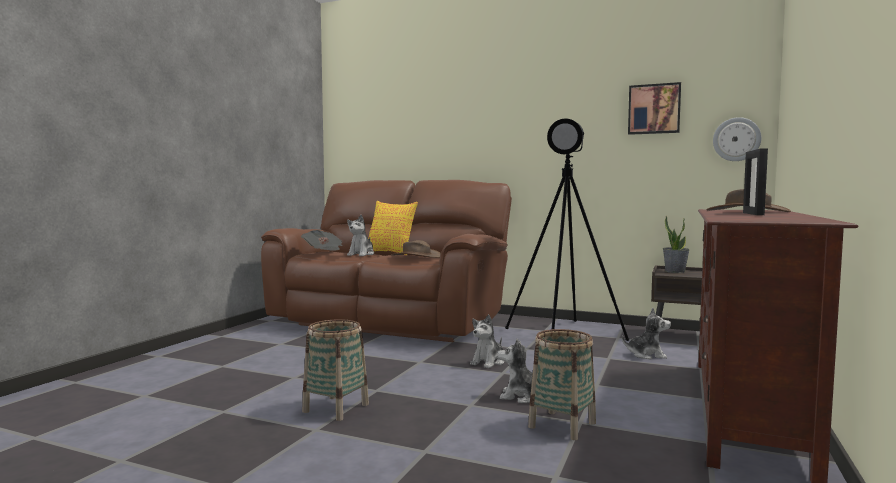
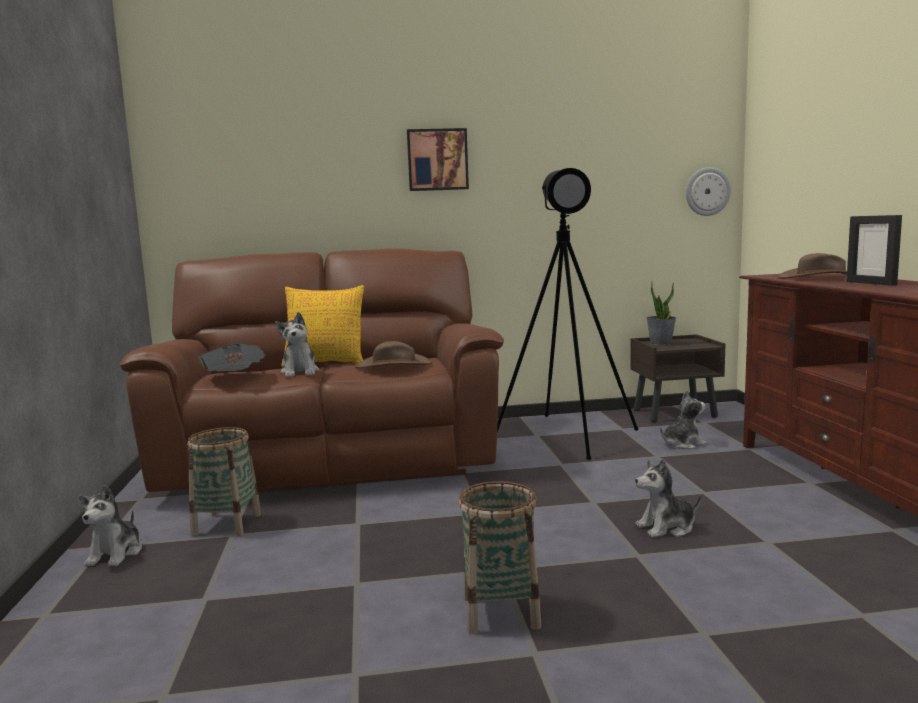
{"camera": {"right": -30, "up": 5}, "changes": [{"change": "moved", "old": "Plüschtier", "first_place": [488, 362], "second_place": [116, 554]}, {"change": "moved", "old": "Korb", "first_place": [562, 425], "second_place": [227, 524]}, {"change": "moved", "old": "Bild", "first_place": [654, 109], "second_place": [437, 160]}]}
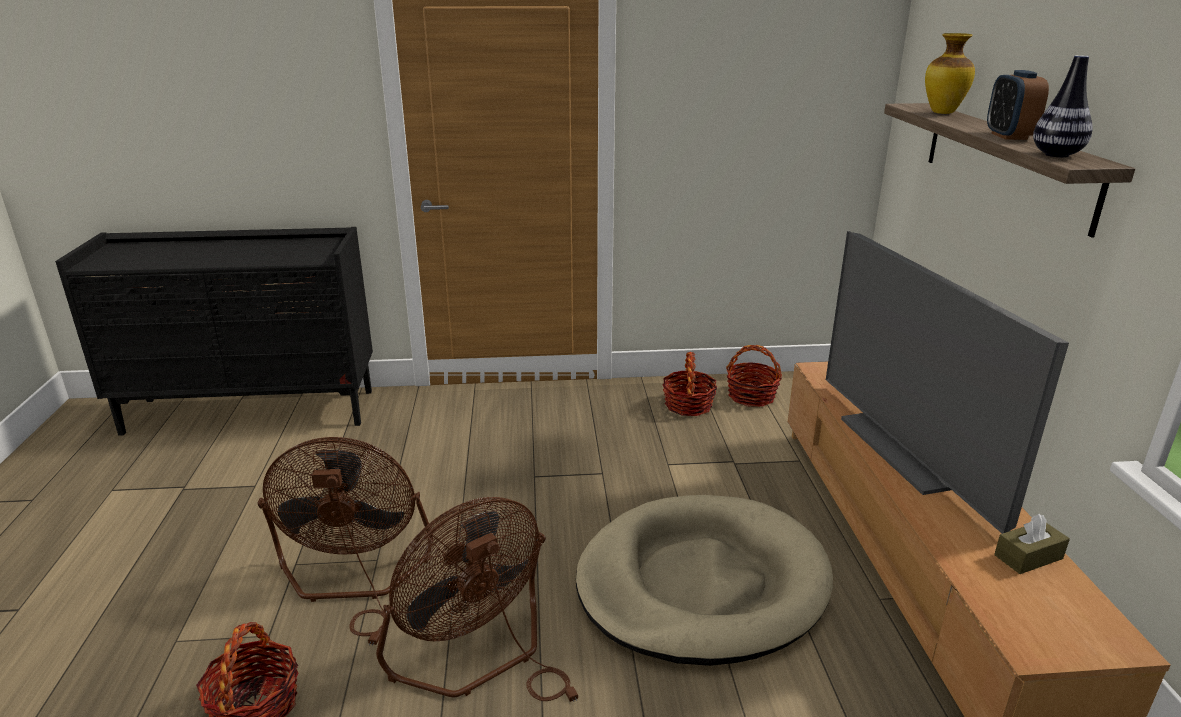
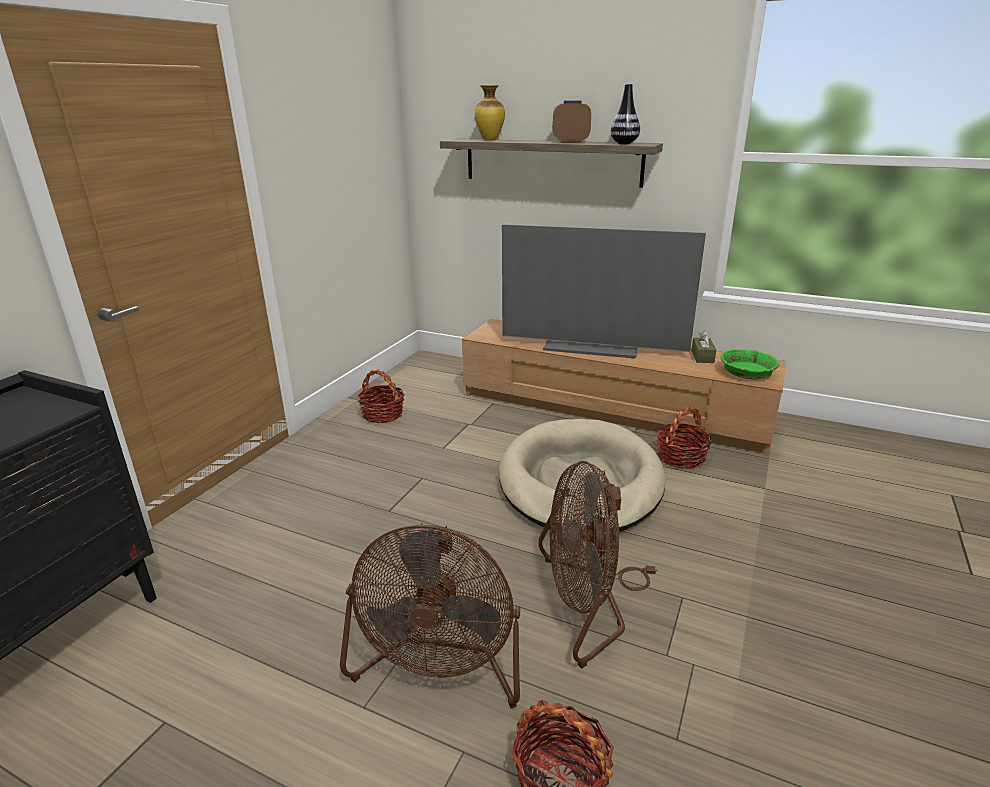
{"camera": {"right": -60, "up": 0}, "changes": [{"change": "turned", "old": "Ventilator/braun", "first_place": [355, 583], "second_place": [435, 663], "degrees": -105}, {"change": "moved", "old": "Korb", "first_place": [751, 396], "second_place": [681, 457]}, {"change": "turned", "old": "Wecker", "first_place": [1009, 136], "second_place": [570, 142], "degrees": 150}, {"change": "added", "new": "Schüssel/grün", "second_place": [747, 373]}]}
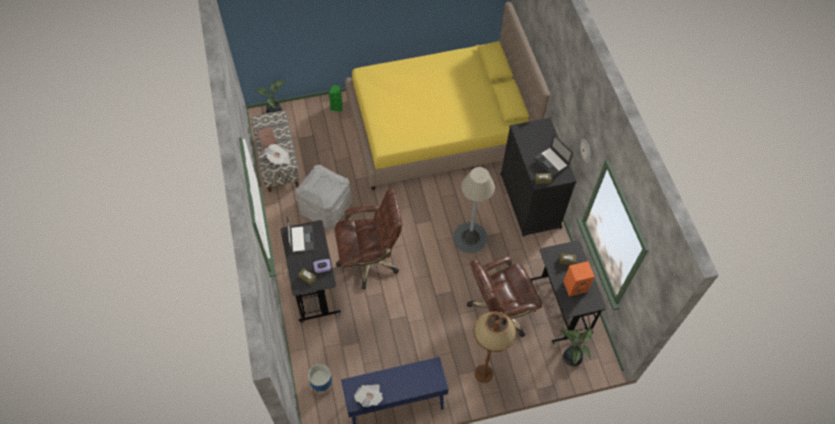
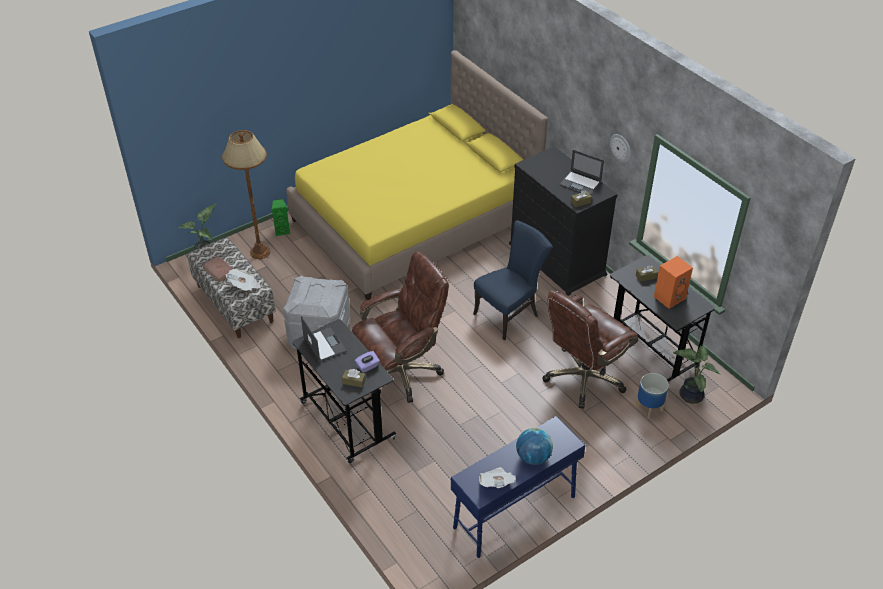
{"camera": {"right": -20, "up": -15}, "changes": [{"change": "moved", "old": "Pflanzkübel", "first_place": [322, 385], "second_place": [649, 408]}, {"change": "replaced", "old": "Stehlampe/grau", "new": "Stuhl/blau", "first_place": [470, 237], "second_place": [509, 314]}, {"change": "moved", "old": "Stehlampe/braun", "first_place": [483, 373], "second_place": [260, 252]}, {"change": "added", "new": "Globus", "second_place": [533, 457]}]}
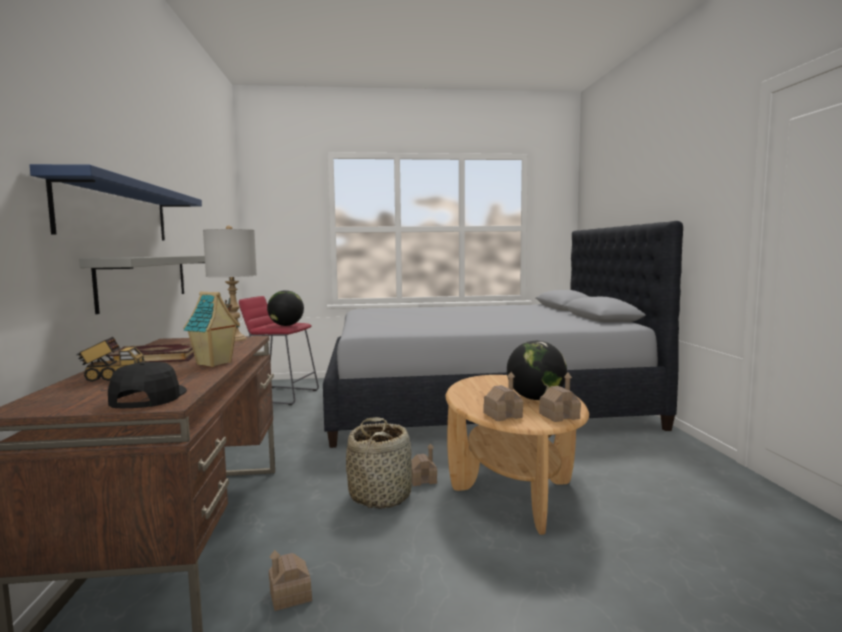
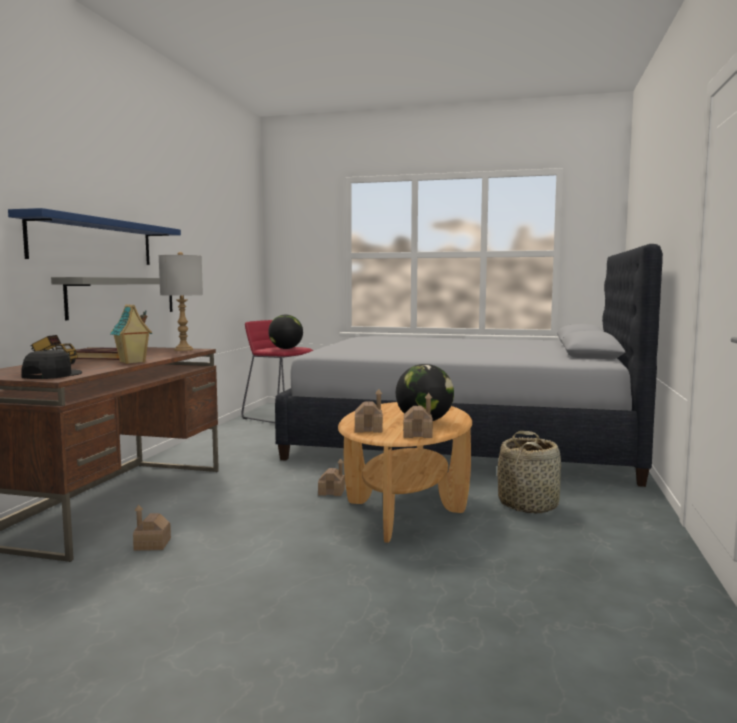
{"camera": {"right": 20, "up": 0}, "changes": [{"change": "moved", "old": "Korb", "first_place": [380, 495], "second_place": [528, 504]}]}
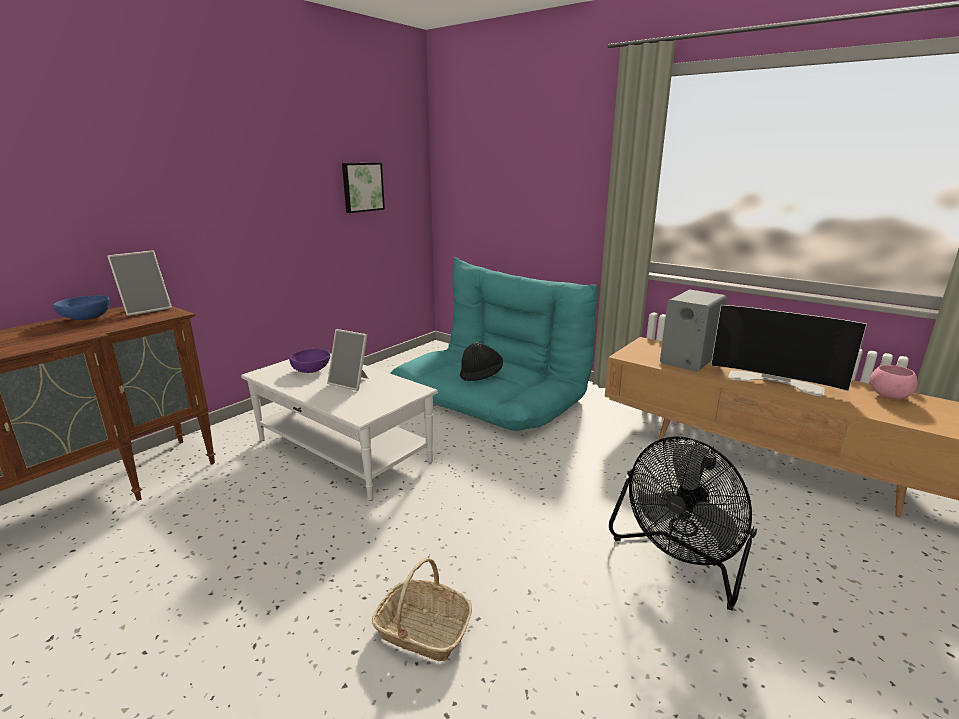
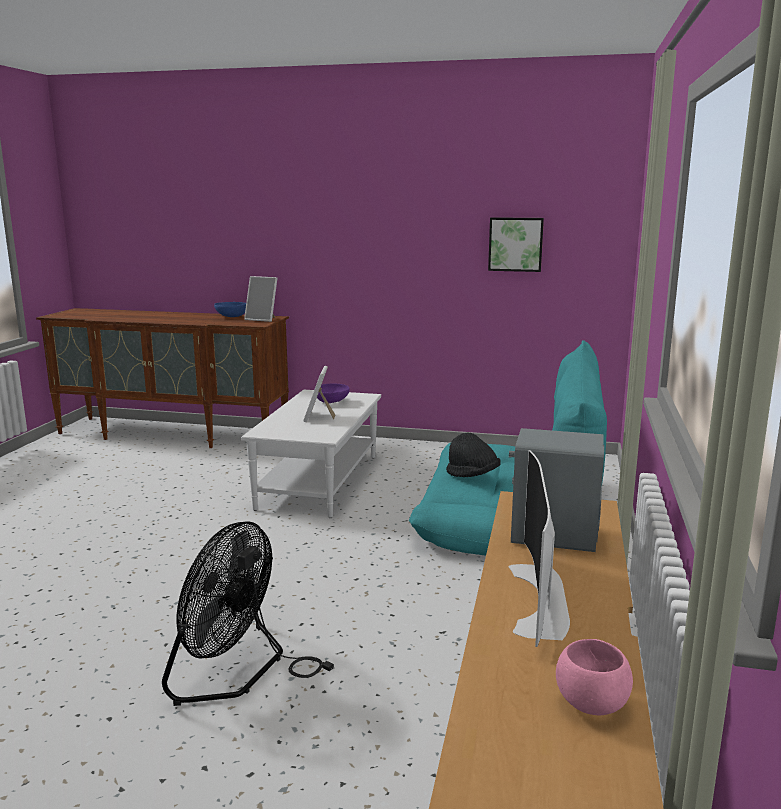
{"camera": {"right": 65, "up": -5}, "changes": [{"change": "removed", "old": "Korb", "first_place": [422, 631]}]}
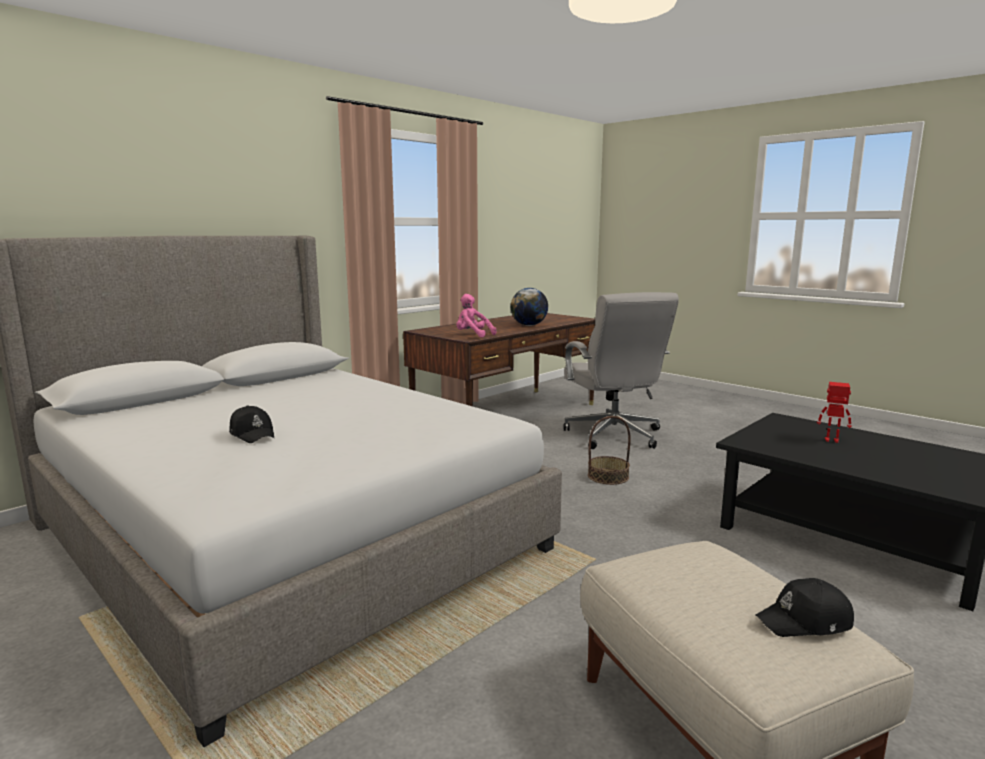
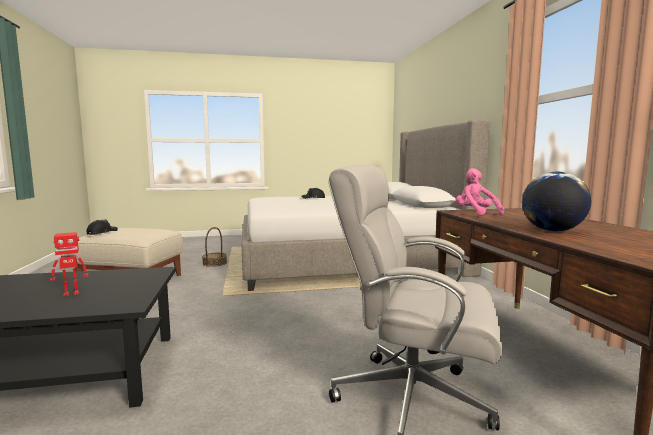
{"camera": {"right": 125, "up": -5}, "changes": [{"change": "turned", "old": "Plüschtier/rosa", "first_place": [472, 335], "second_place": [475, 213], "degrees": -90}, {"change": "moved", "old": "Korb", "first_place": [608, 476], "second_place": [214, 263]}]}
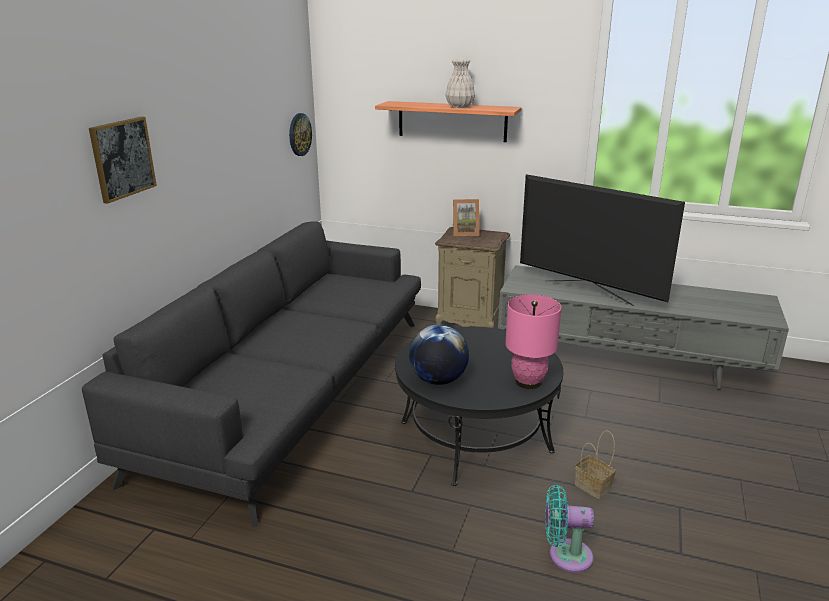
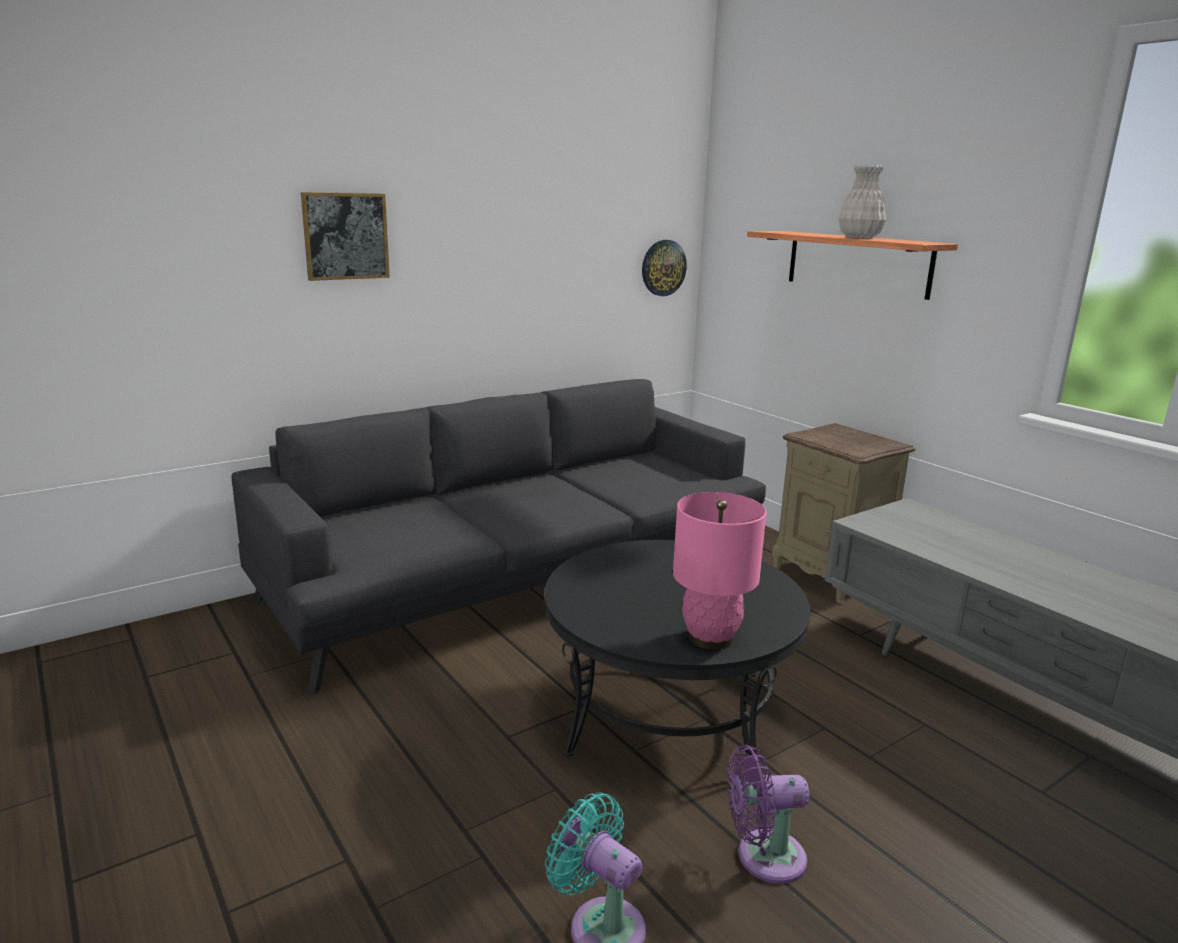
{"camera": {"right": 35, "up": -5}, "changes": [{"change": "removed", "old": "Globus", "first_place": [438, 380]}, {"change": "removed", "old": "Bilderrahmen", "first_place": [465, 233]}, {"change": "removed", "old": "Fernseher", "first_place": [588, 292]}, {"change": "replaced", "old": "Korb", "new": "Ventilator/lila", "first_place": [594, 486], "second_place": [763, 857]}]}
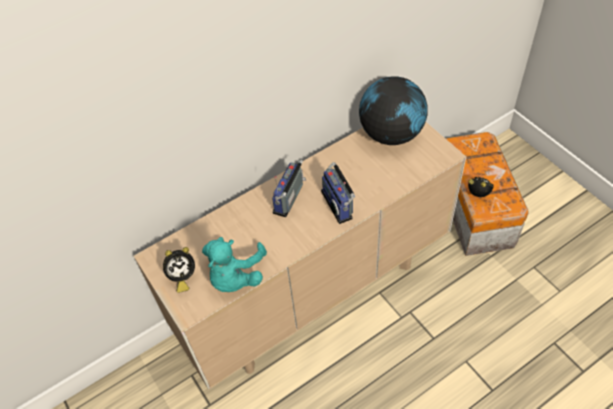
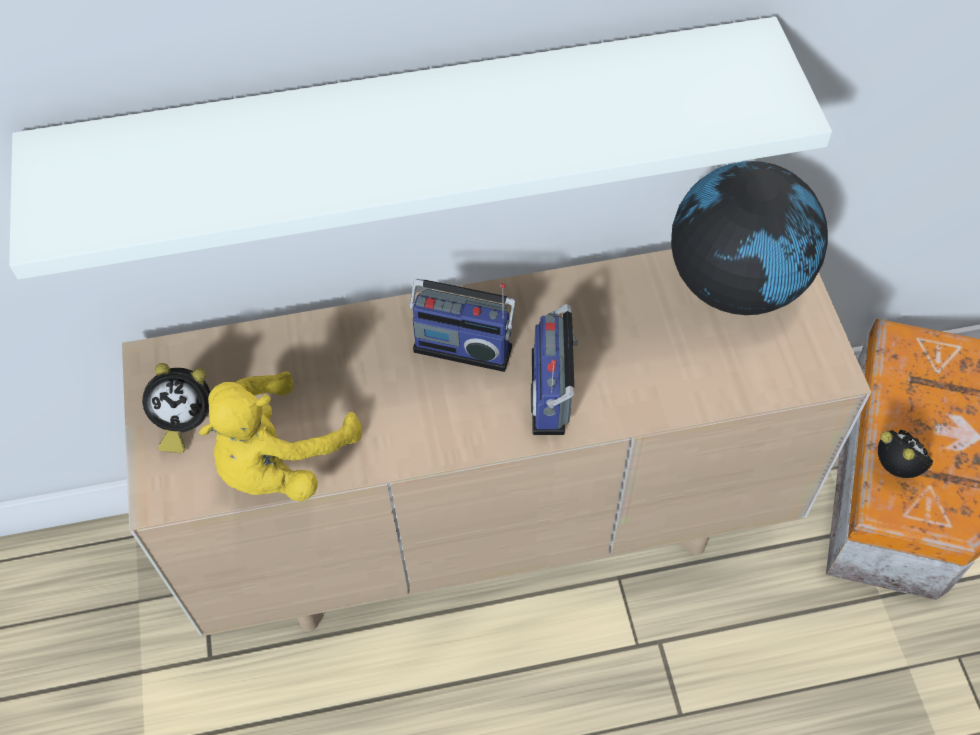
{"camera": {"right": 20, "up": 5}, "changes": [{"change": "recoloured", "old": "Plüschtier/türkis", "new": "Plüschtier/gelb", "first_place": [235, 276], "second_place": [280, 461]}, {"change": "turned", "old": "Radio", "first_place": [290, 199], "second_place": [464, 345], "degrees": -120}, {"change": "added", "new": "Wandregal/weiß", "second_place": [411, 122]}]}
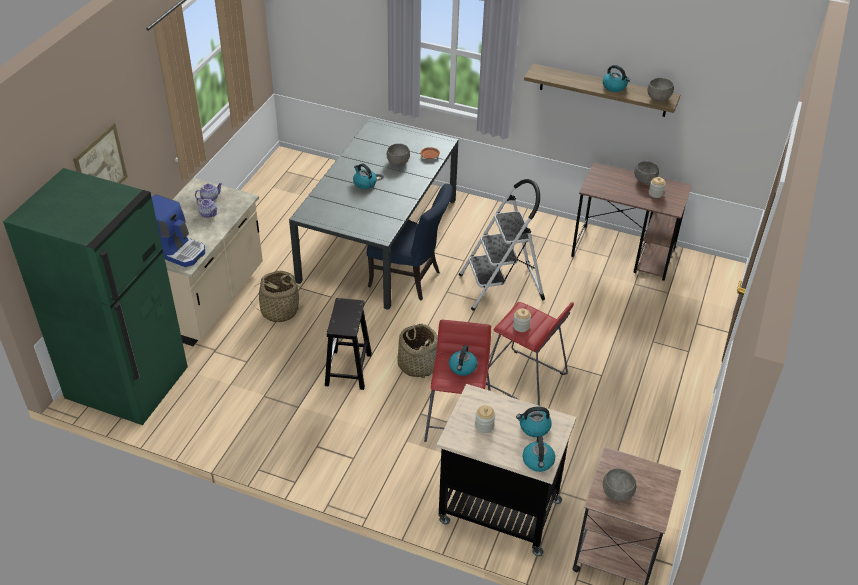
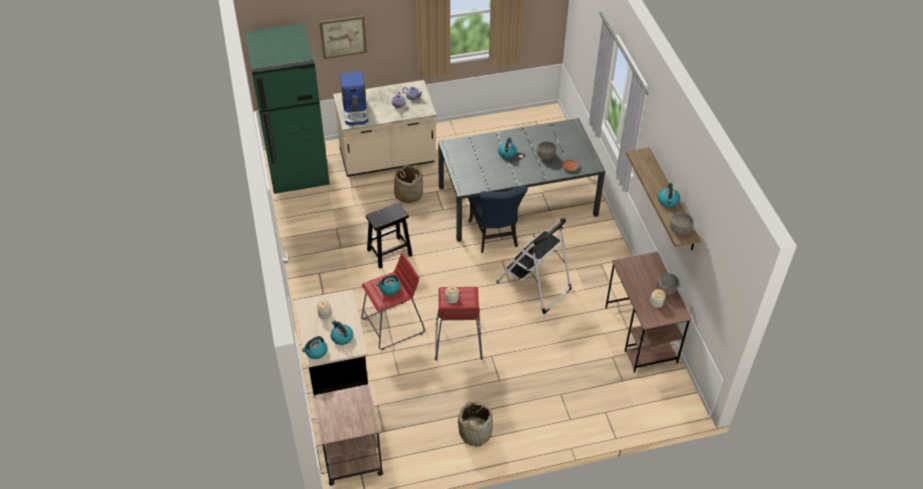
{"camera": {"right": 55, "up": 5}, "changes": [{"change": "moved", "old": "Korb", "first_place": [418, 364], "second_place": [475, 432]}, {"change": "removed", "old": "Schüssel/grau", "first_place": [617, 494]}]}
